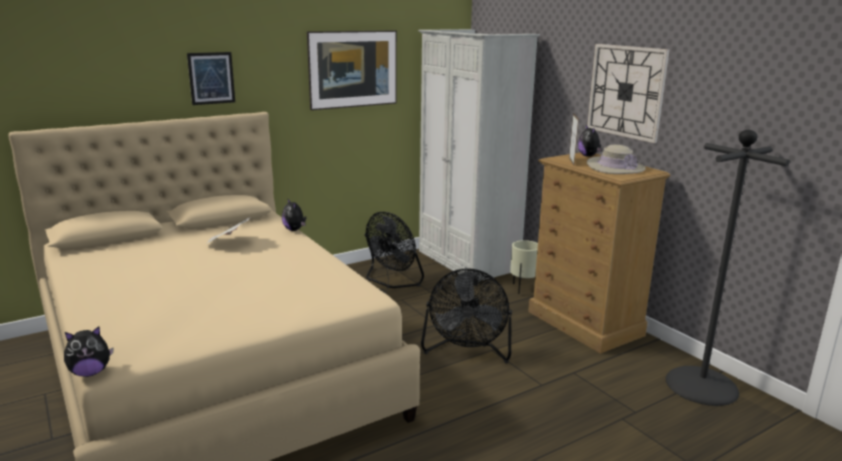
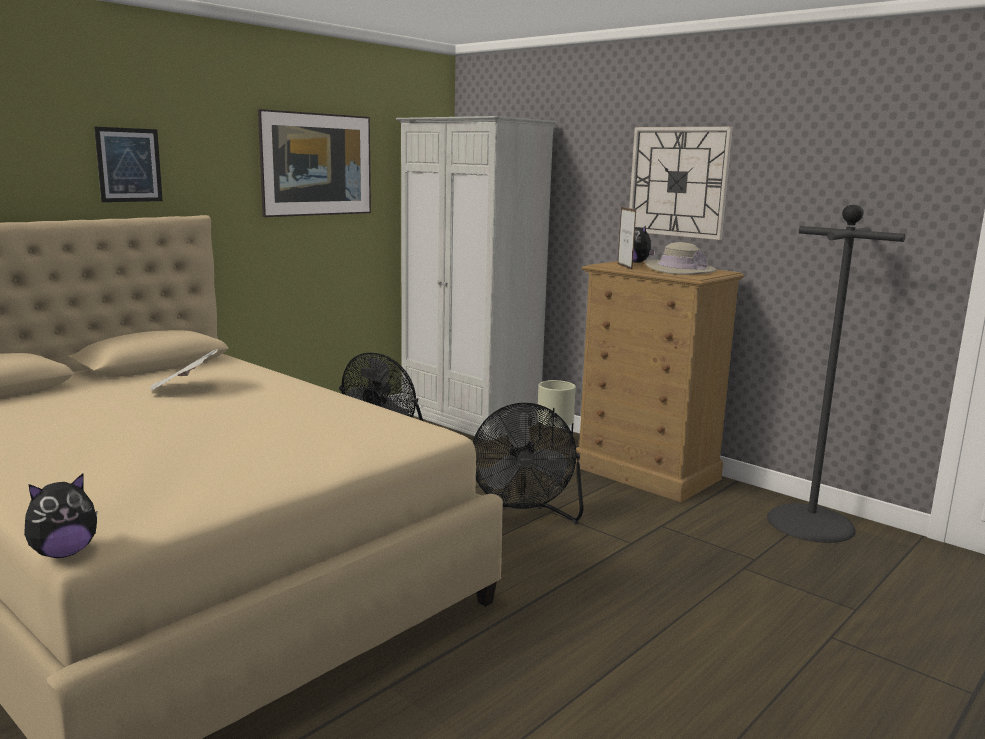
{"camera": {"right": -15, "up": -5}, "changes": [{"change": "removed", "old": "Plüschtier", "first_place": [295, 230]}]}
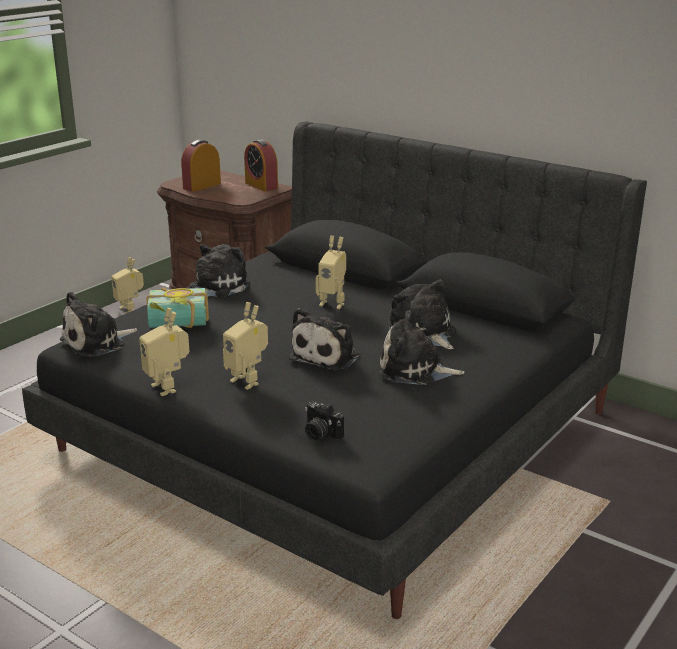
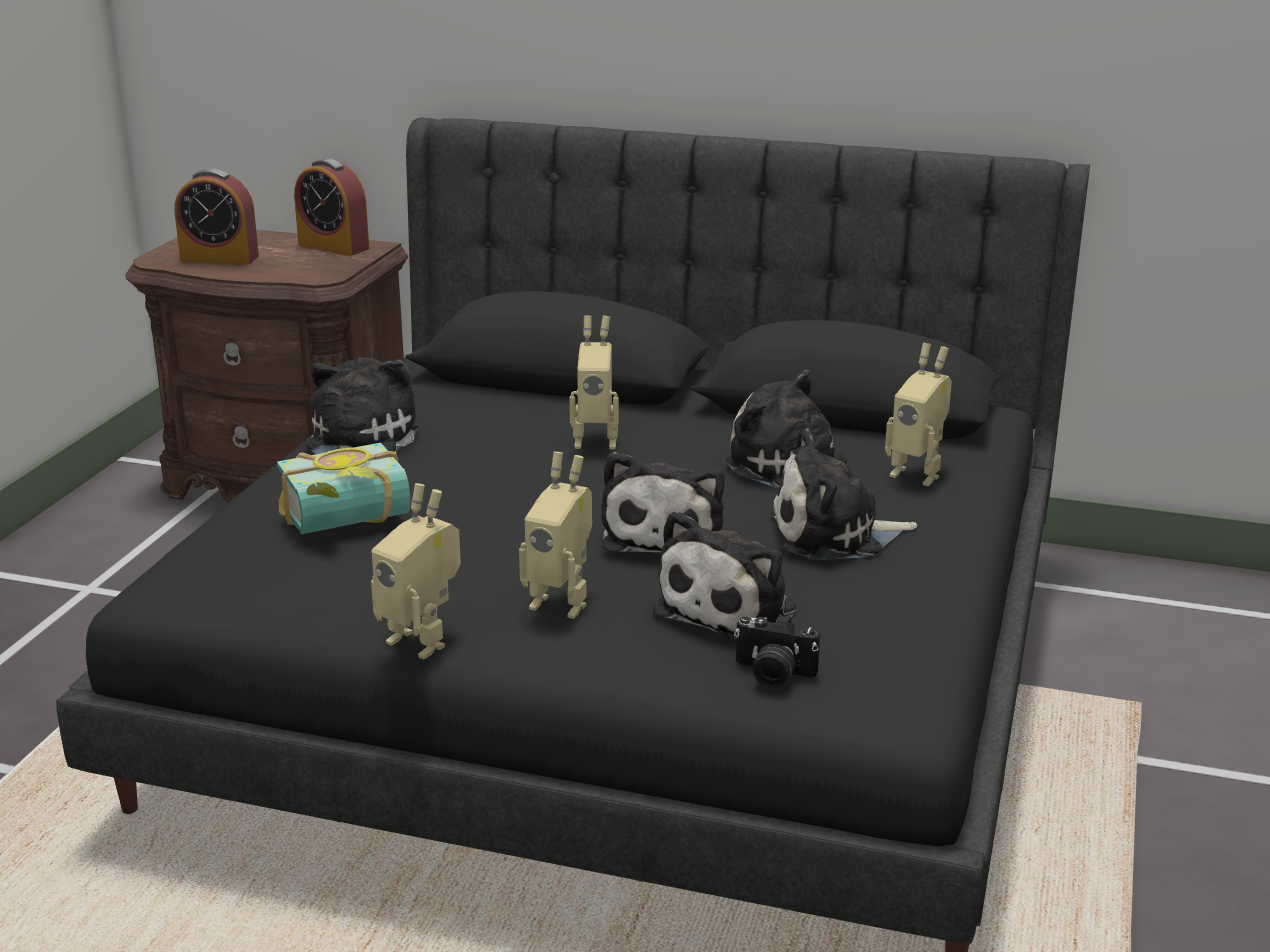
{"camera": {"right": -20, "up": 0}, "changes": [{"change": "moved", "old": "Plüschtier", "first_place": [97, 343], "second_place": [731, 609]}, {"change": "moved", "old": "Spielzeugroboter", "first_place": [130, 309], "second_place": [917, 474]}, {"change": "turned", "old": "Wecker", "first_place": [202, 186], "second_place": [219, 258], "degrees": -105}]}
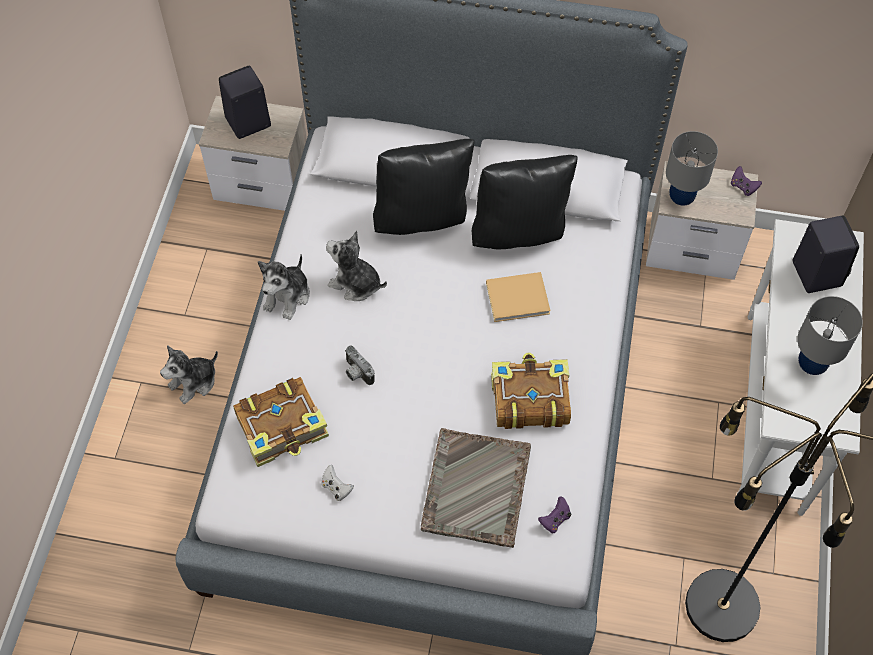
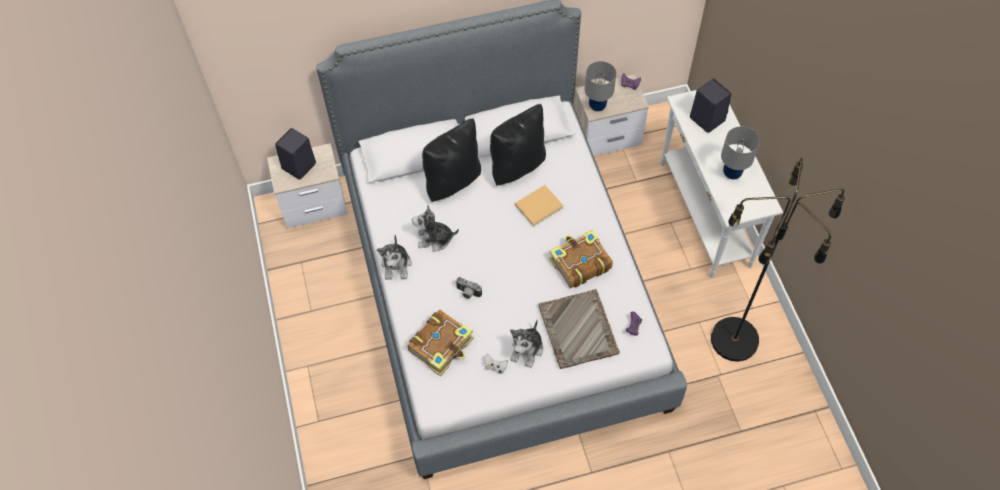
{"camera": {"right": -25, "up": 0}, "changes": [{"change": "moved", "old": "Plüschtier", "first_place": [194, 382], "second_place": [527, 349]}]}
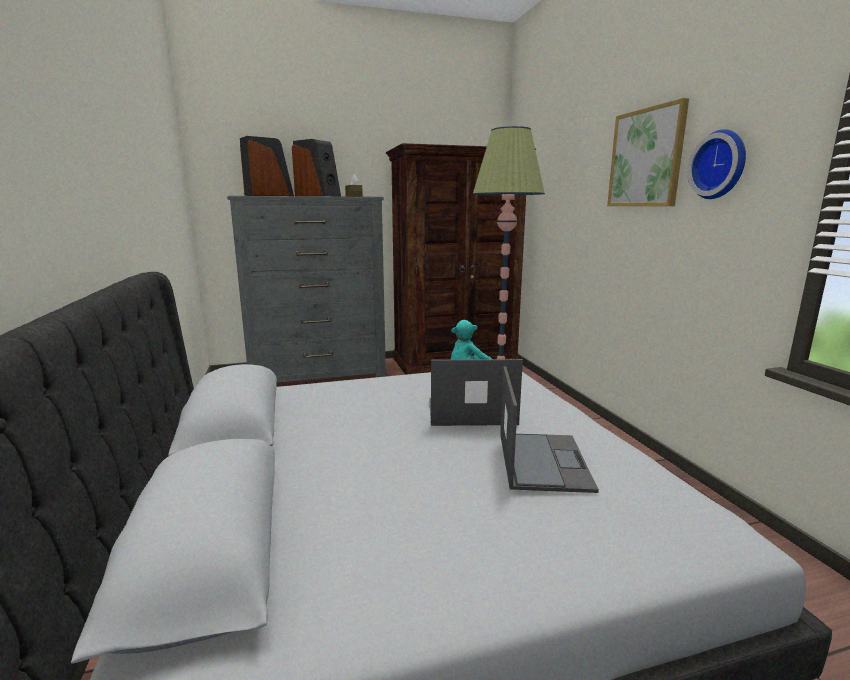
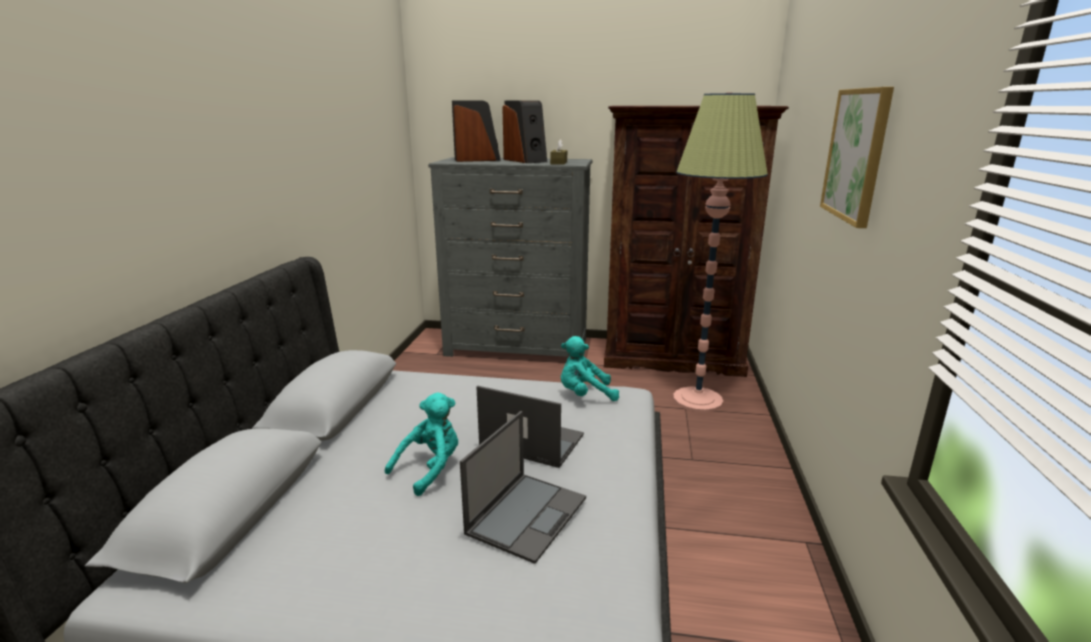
{"camera": {"right": 25, "up": 5}, "changes": [{"change": "removed", "old": "Wanduhr", "first_place": [720, 165]}, {"change": "added", "new": "Plüschtier/türkis", "second_place": [430, 469]}]}
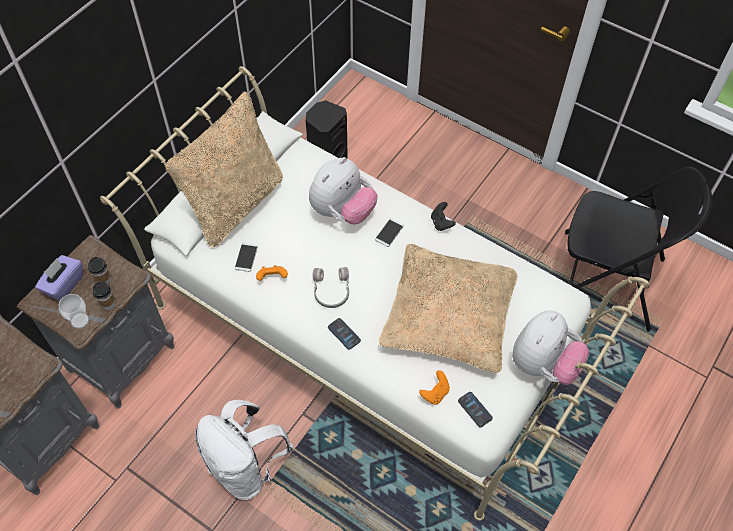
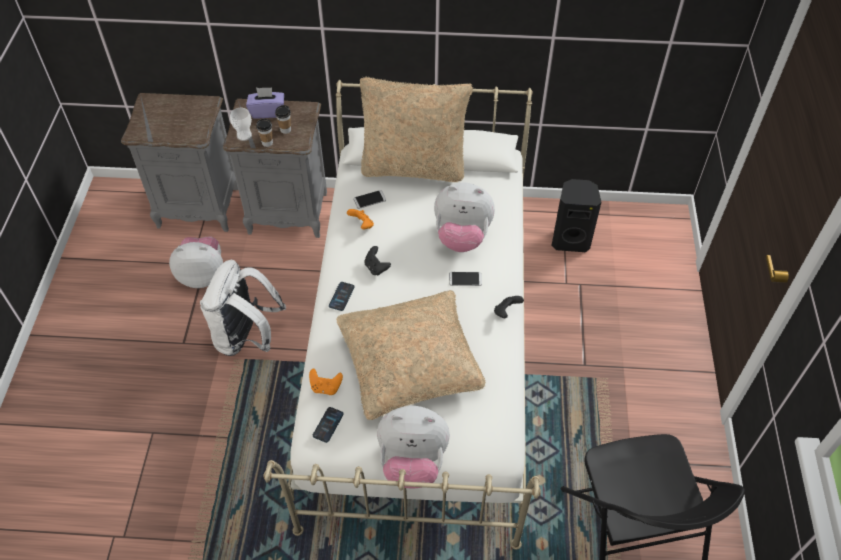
{"camera": {"right": 60, "up": -5}, "changes": [{"change": "replaced", "old": "Kopfhörer/grau", "new": "Gamepad/schwarz", "first_place": [331, 291], "second_place": [376, 268]}, {"change": "added", "new": "Plüschtier", "second_place": [203, 275]}]}
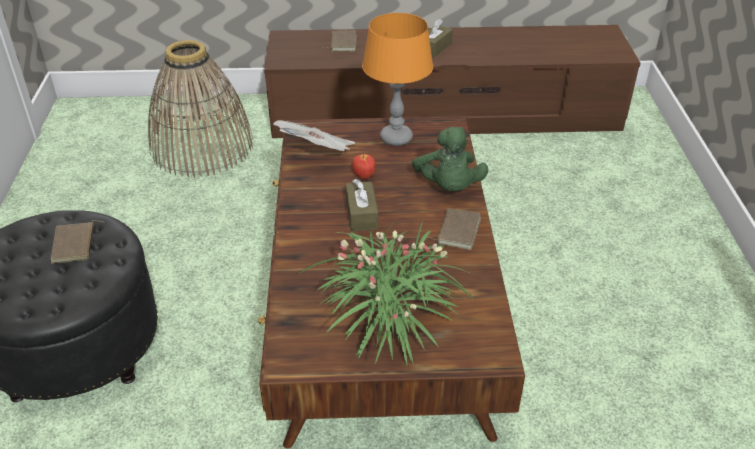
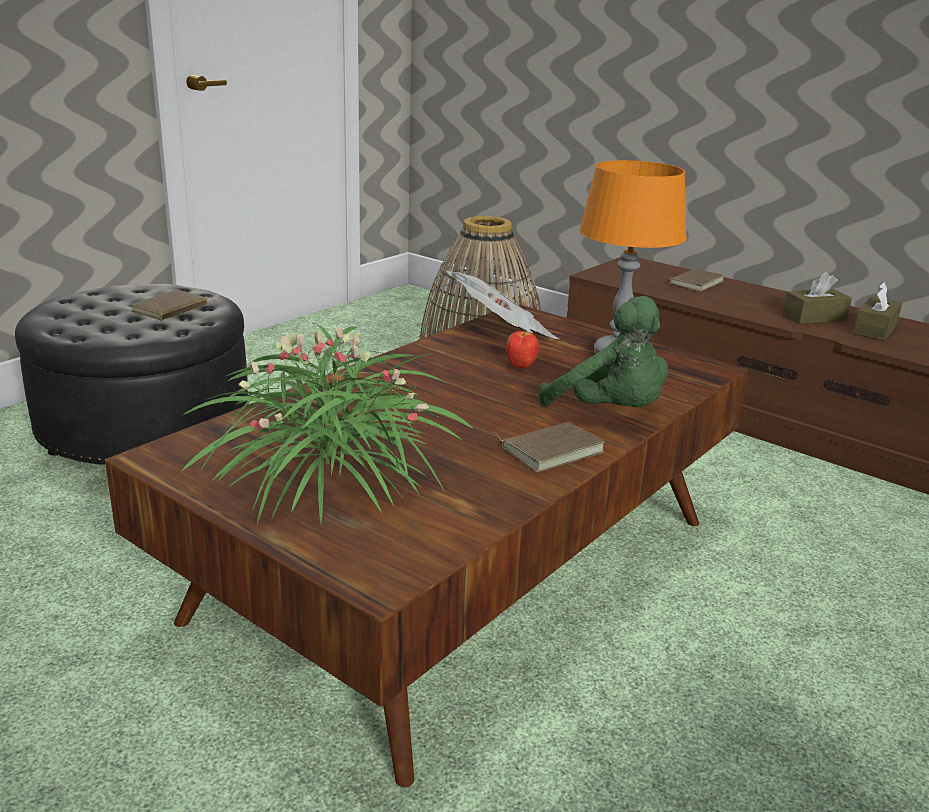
{"camera": {"right": 40, "up": -15}, "changes": [{"change": "moved", "old": "Taschentuchbox/braun", "first_place": [361, 214], "second_place": [874, 329]}, {"change": "turned", "old": "Plüschtier/grün", "first_place": [448, 187], "second_place": [610, 412], "degrees": -75}]}
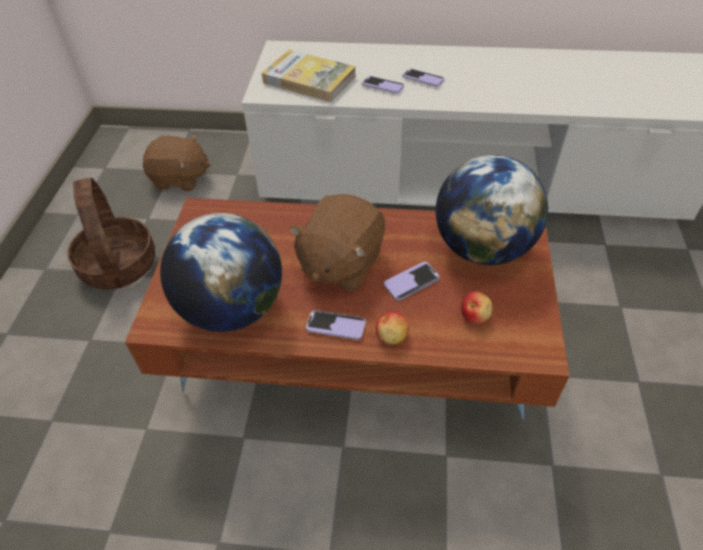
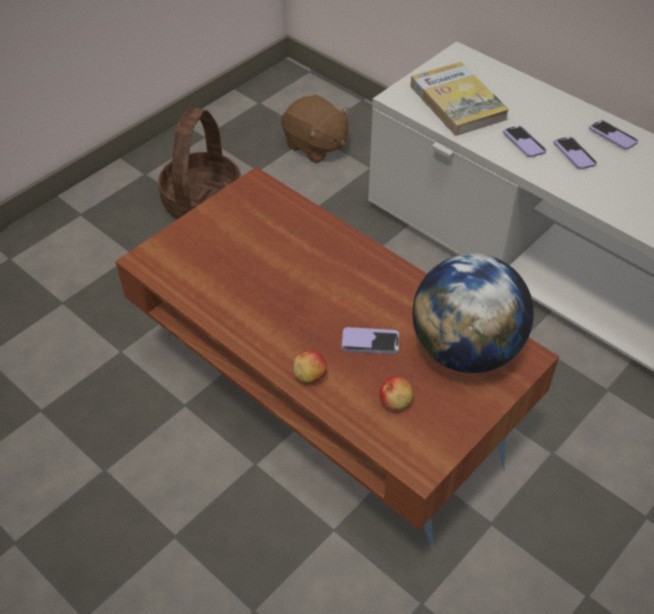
{"camera": {"right": 35, "up": 0}, "changes": [{"change": "removed", "old": "Globus", "first_place": [232, 309]}, {"change": "removed", "old": "Plüschtier/braun", "first_place": [340, 263]}, {"change": "moved", "old": "Handy", "first_place": [336, 326], "second_place": [612, 136]}]}
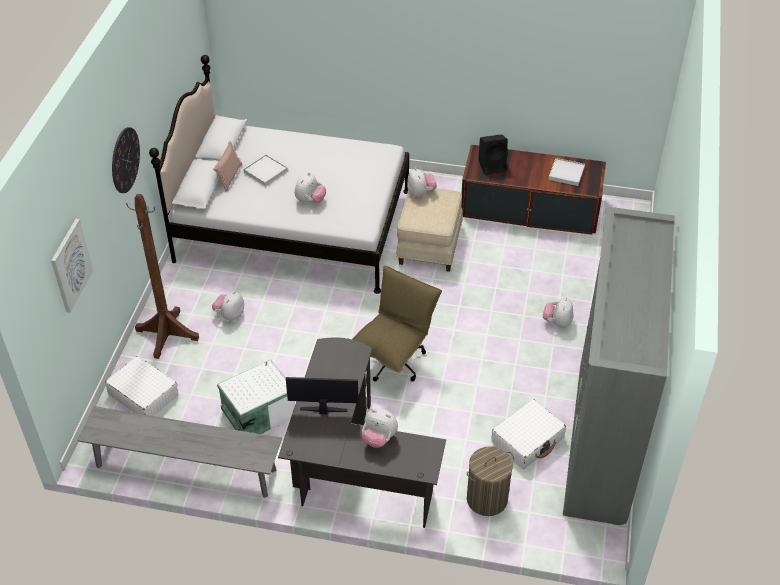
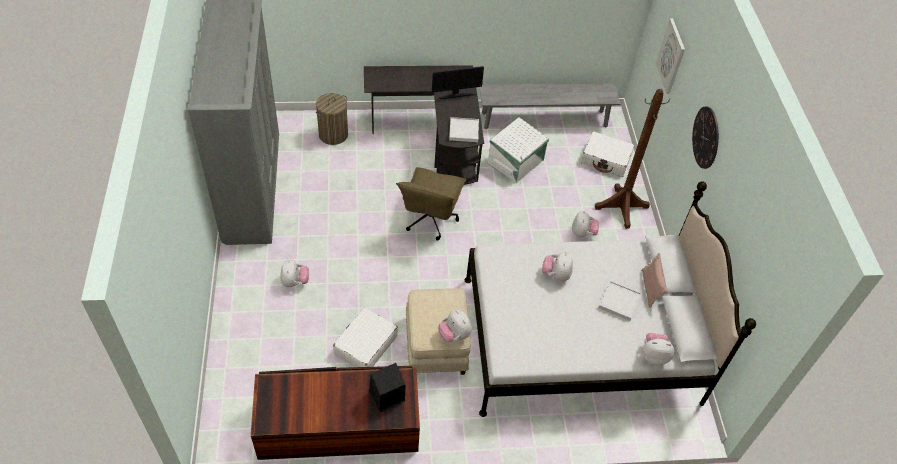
{"camera": {"right": 160, "up": 5}, "changes": [{"change": "moved", "old": "Plüschtier", "first_place": [379, 438], "second_place": [653, 355]}, {"change": "moved", "old": "Koffer/weiß", "first_place": [528, 440], "second_place": [365, 345]}, {"change": "moved", "old": "Tablett/weiß", "first_place": [566, 173], "second_place": [463, 131]}]}
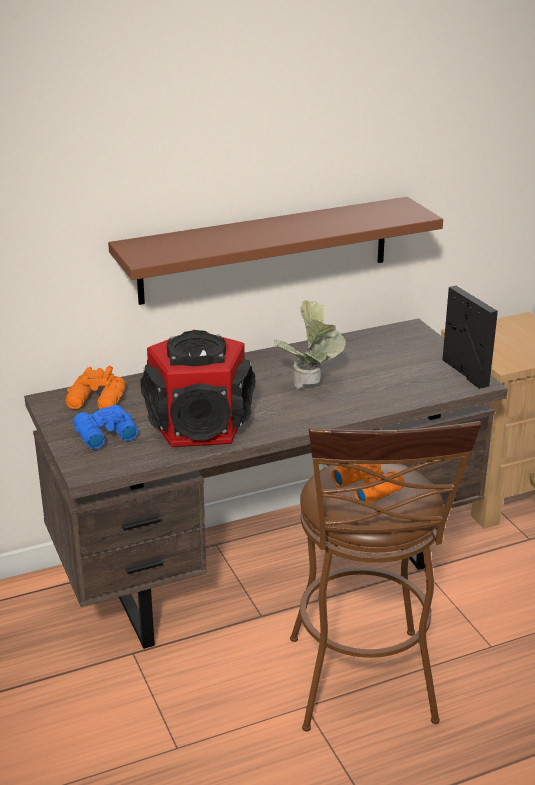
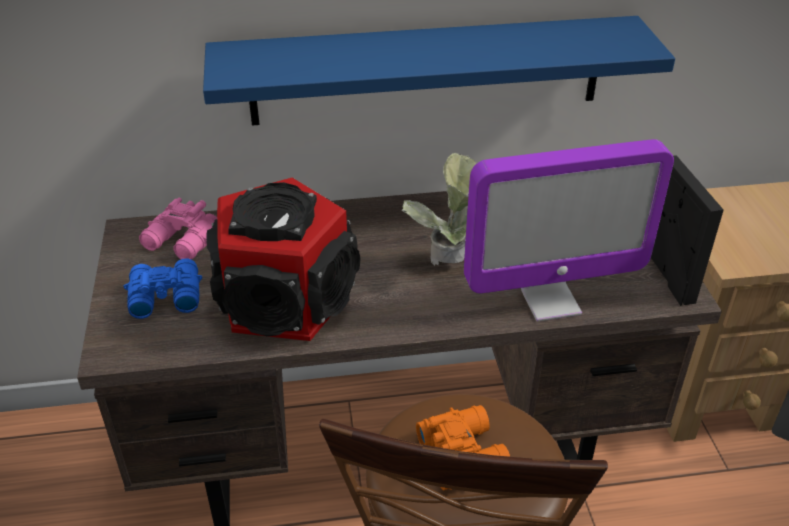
{"camera": {"right": 15, "up": 10}, "changes": [{"change": "recoloured", "old": "Fernglas/orange", "new": "Fernglas/rosa", "first_place": [97, 401], "second_place": [182, 242]}, {"change": "recoloured", "old": "Wandregal/braun", "new": "Wandregal/blau", "first_place": [265, 250], "second_place": [426, 71]}, {"change": "added", "new": "Monitor", "second_place": [550, 301]}]}
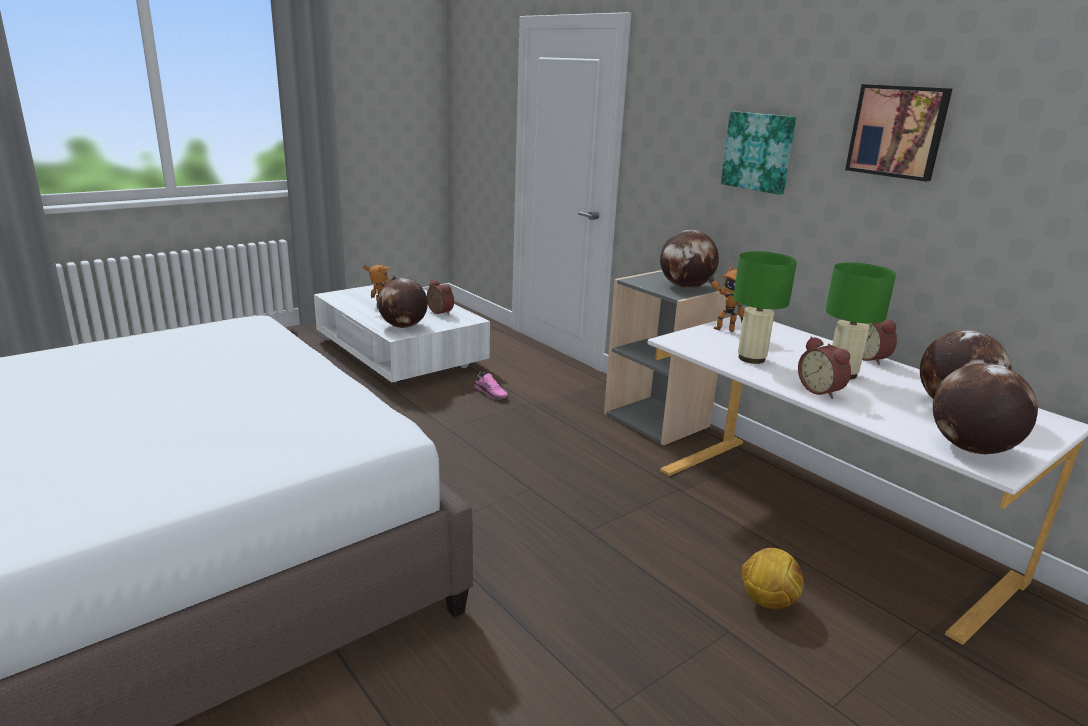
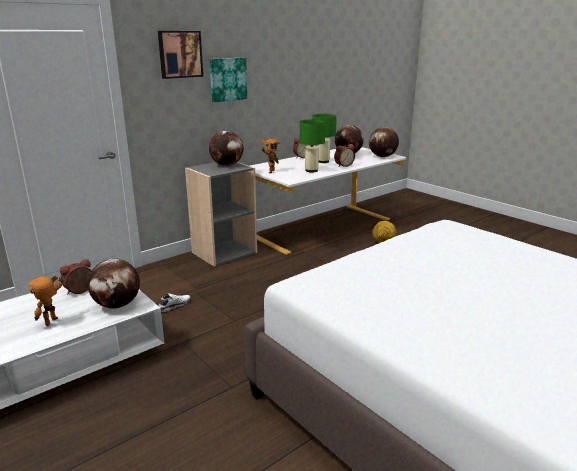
{"camera": {"right": -90, "up": 0}, "changes": [{"change": "recoloured", "old": "Schuh/rosa", "new": "Schuh/weiß", "first_place": [492, 393], "second_place": [173, 305]}, {"change": "moved", "old": "Bild", "first_place": [898, 131], "second_place": [180, 54]}]}
